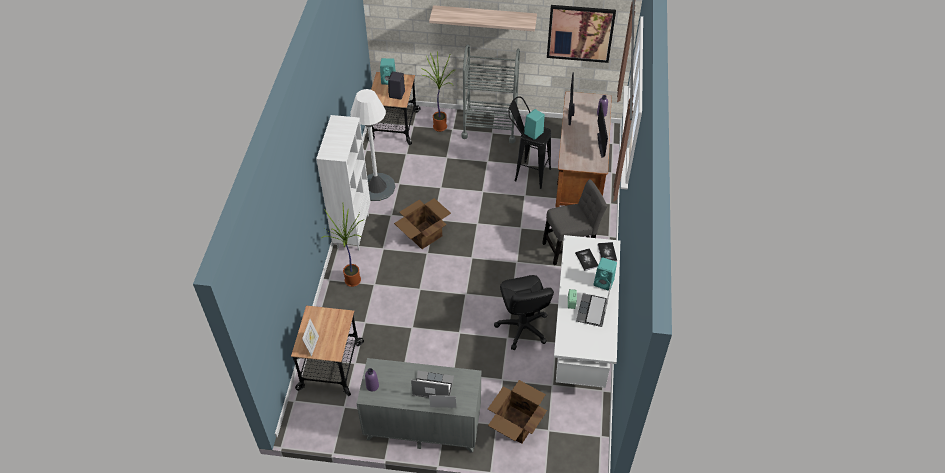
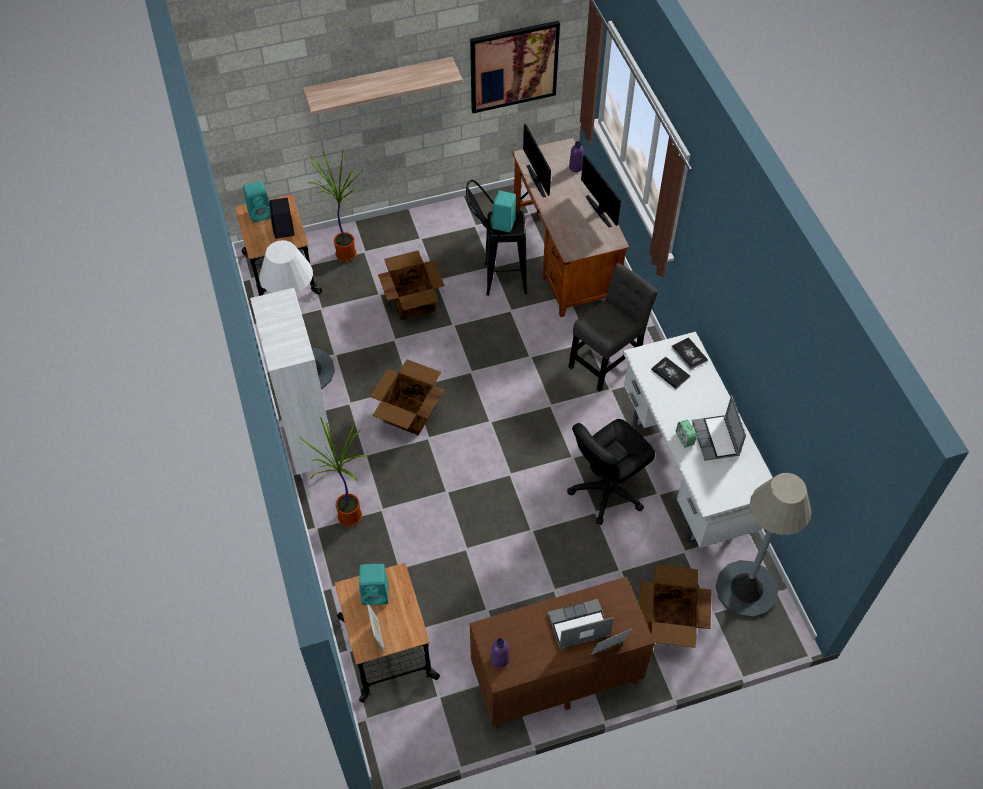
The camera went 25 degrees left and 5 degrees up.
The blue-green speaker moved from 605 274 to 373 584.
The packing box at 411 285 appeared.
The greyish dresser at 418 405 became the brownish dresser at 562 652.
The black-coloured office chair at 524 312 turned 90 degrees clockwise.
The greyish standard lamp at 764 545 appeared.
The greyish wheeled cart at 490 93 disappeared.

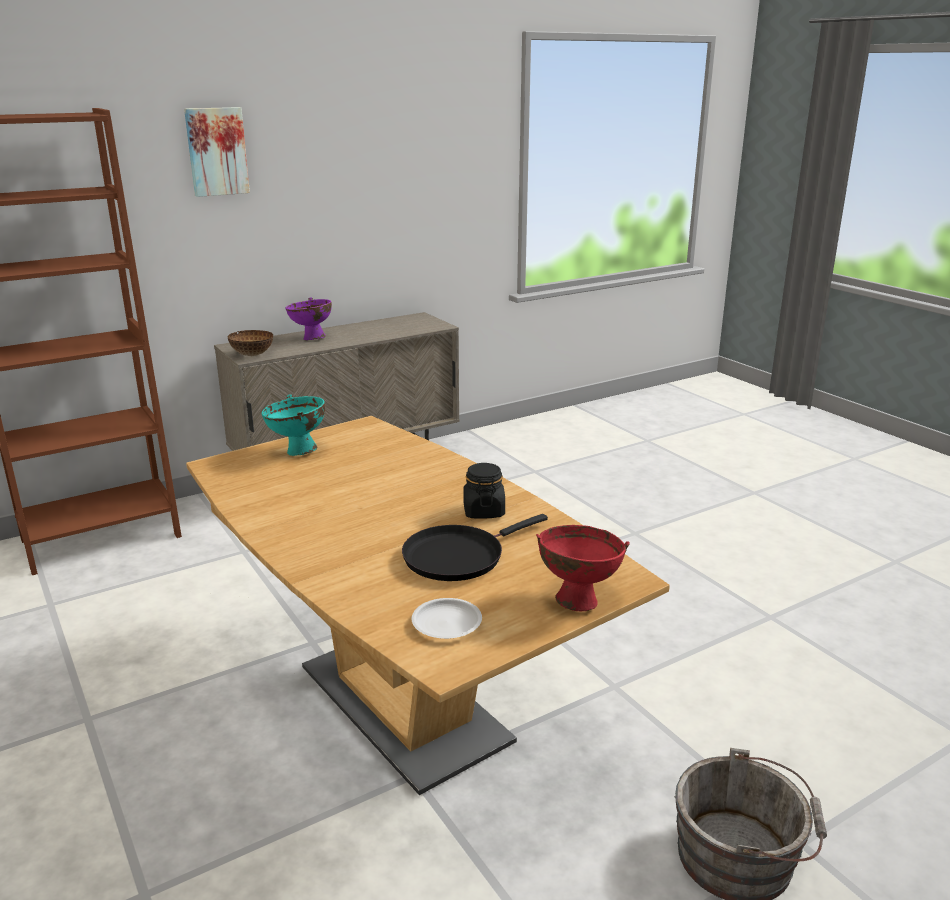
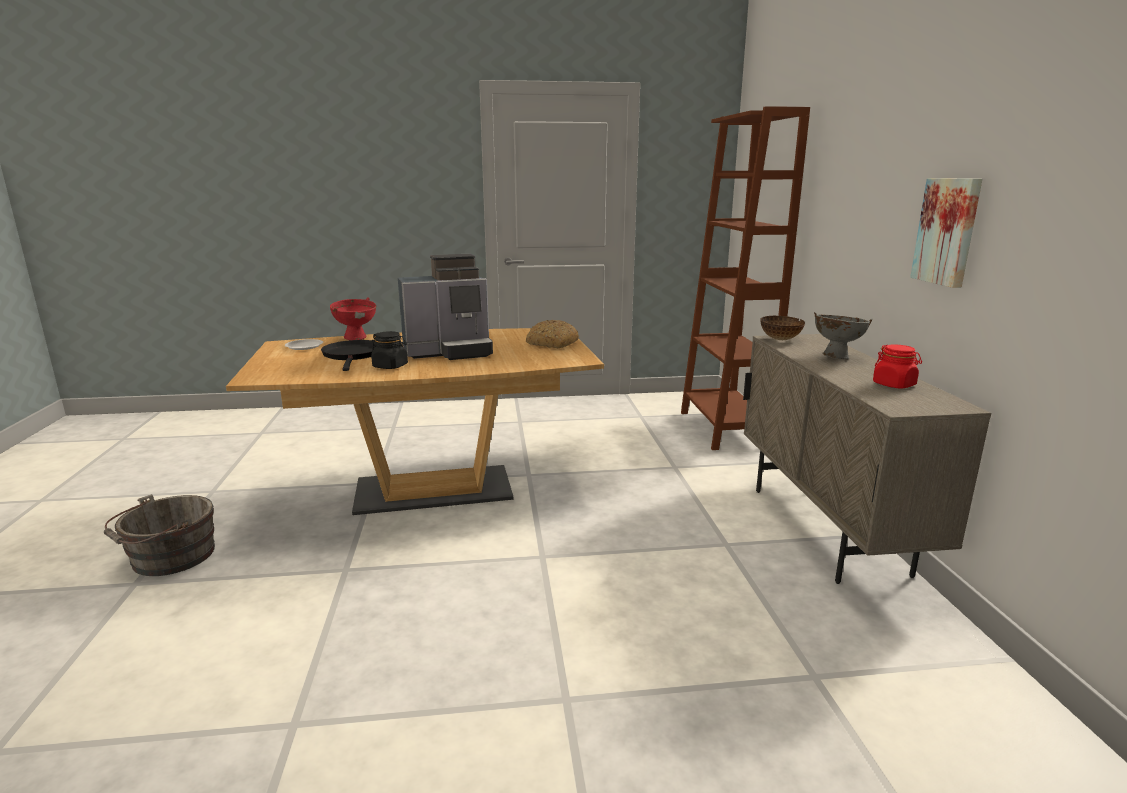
The camera went 115 degrees right and 5 degrees down.
The red-coloured bowl moved from 583 568 to 353 318.
The coffee maker at 445 307 appeared.
The blue-green bowl at 293 425 was replaced by the bakery bread at 552 334.
The purplish bowl at 308 318 became the greyish bowl at 843 335.
The red-coloured jar at 897 366 appeared.
The wall picture moved from 217 152 to 946 233.

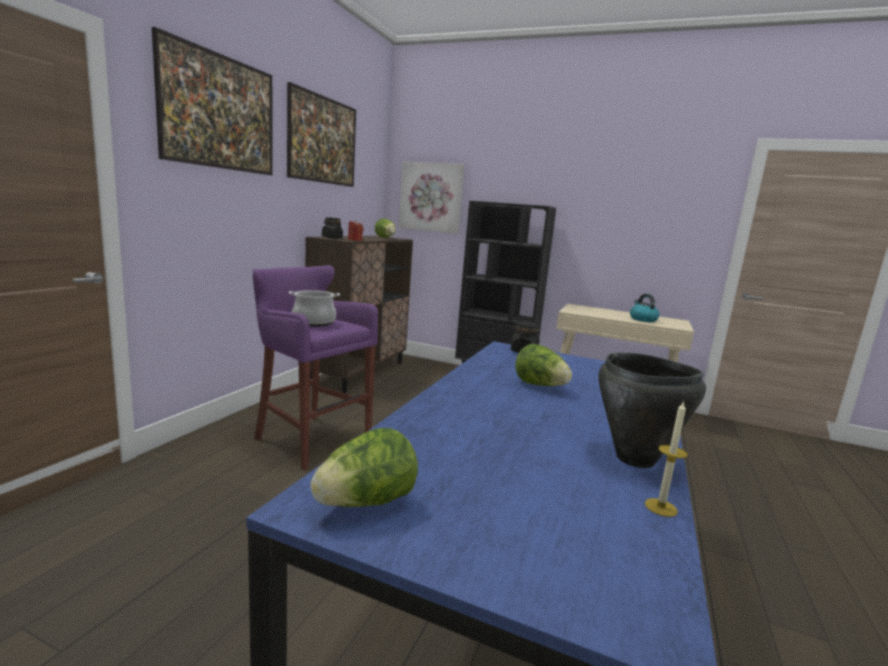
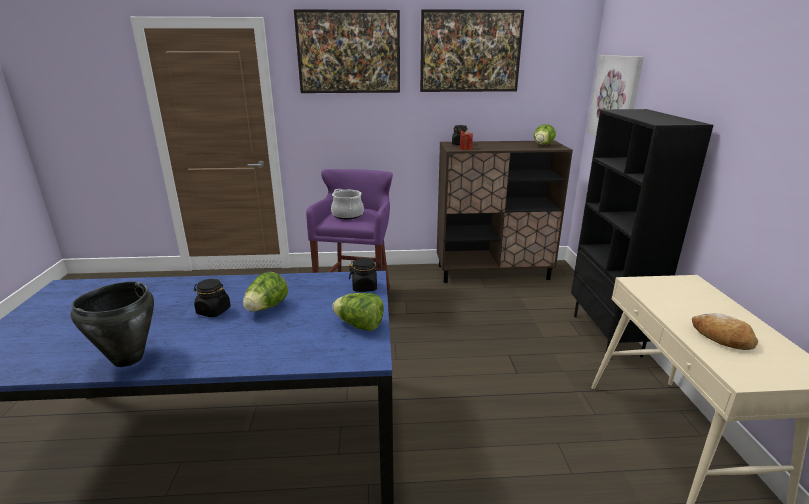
The camera went 65 degrees right and 10 degrees up.
The black-coloured jar at 212 298 appeared.
The lettuce moved from 364 467 to 358 312.
The water kettle at 645 308 was replaced by the bakery bread at 725 331.
The candle at 666 459 disappeared.

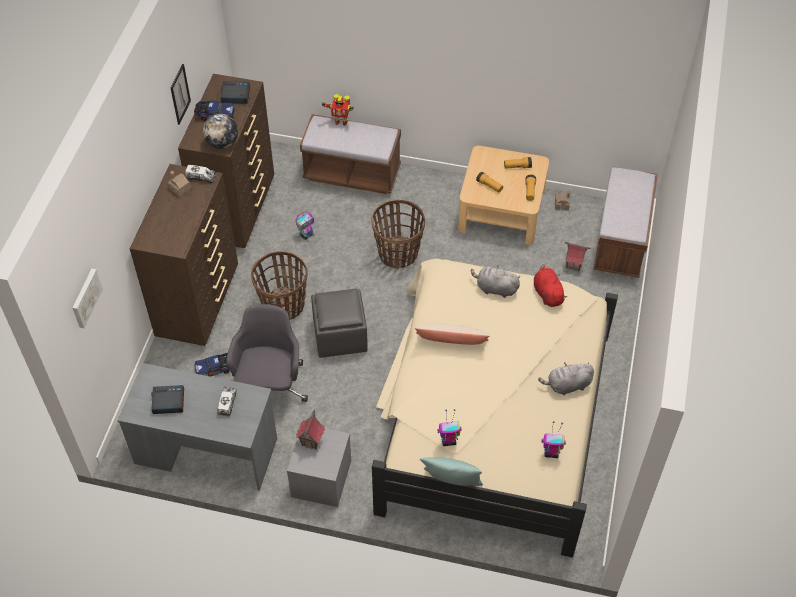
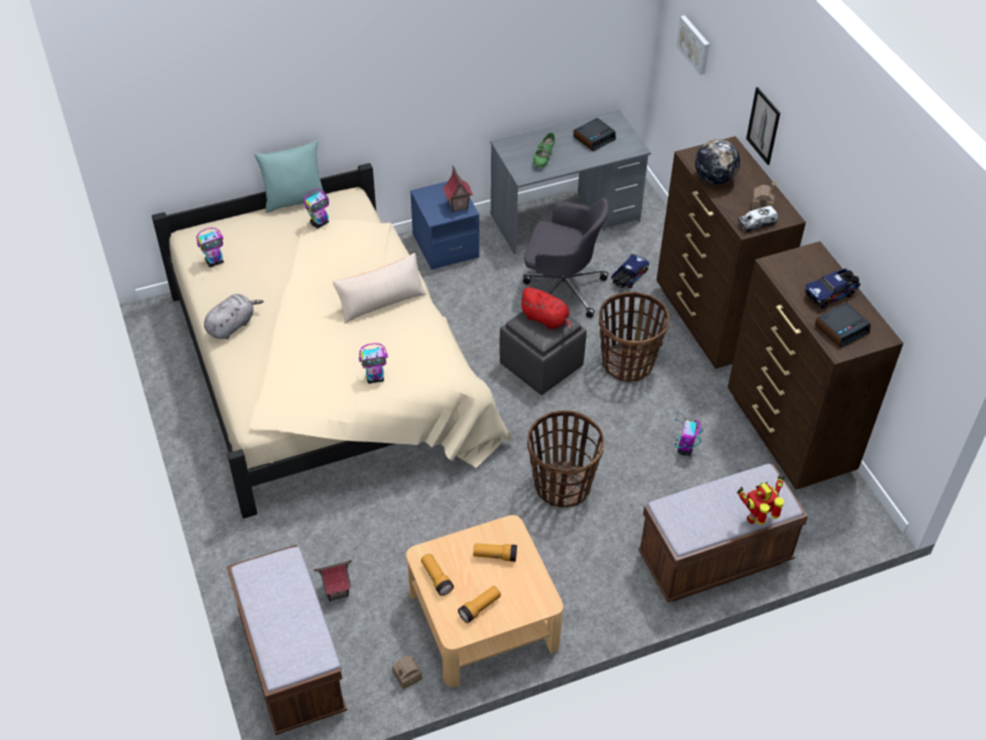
The camera went 145 degrees right and 5 degrees down.
The greyish soft toy at 495 281 was replaced by the model robot at 373 363.
The greyish night table at 319 467 became the blue night table at 444 225.
The red-coloured soft toy moved from 550 285 to 545 309.
The greyish office chair at 267 353 turned 45 degrees counterclockwise.
The toy lorry at 227 401 was replaced by the green item of footwear at 544 150.
The world globe moved from 220 131 to 717 162.
The wall picture moved from 181 94 to 763 126.

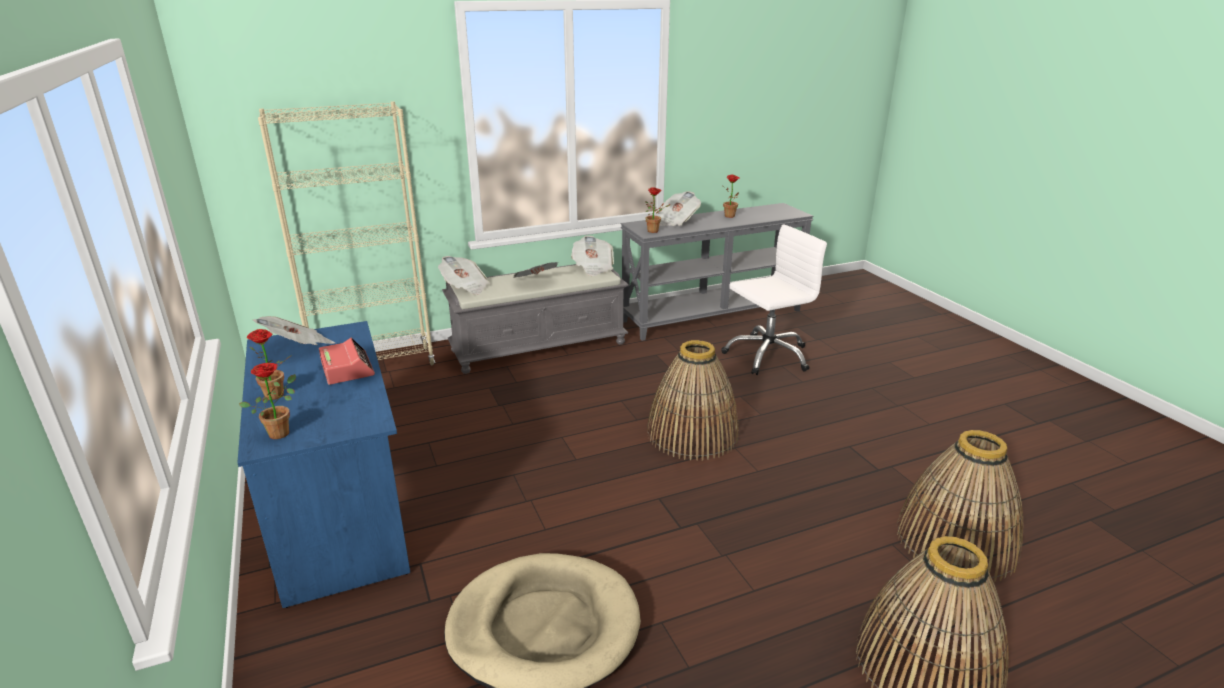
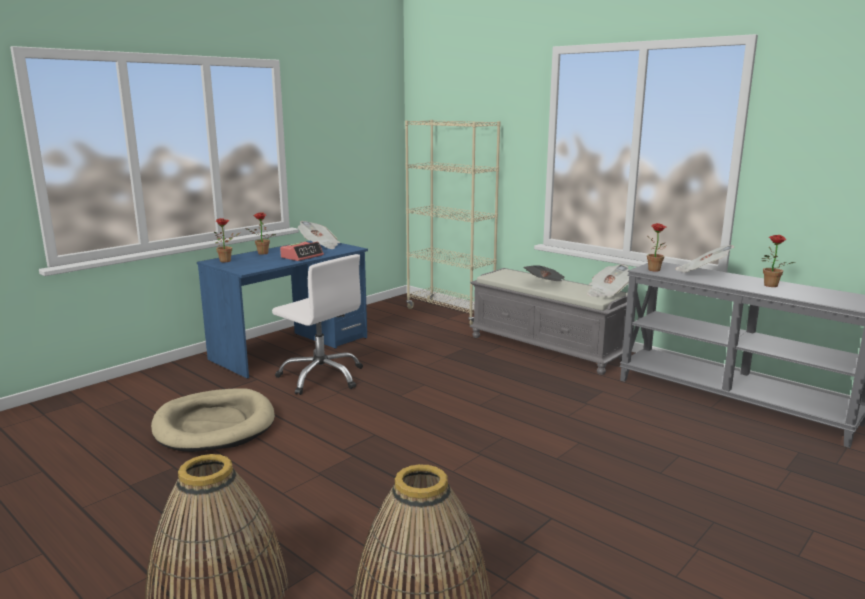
The camera went 65 degrees right and 10 degrees down.
The whitish office chair moved from 774 299 to 317 324.
The printed paper at 464 275 disappeared.
The household basket at 693 400 disappeared.

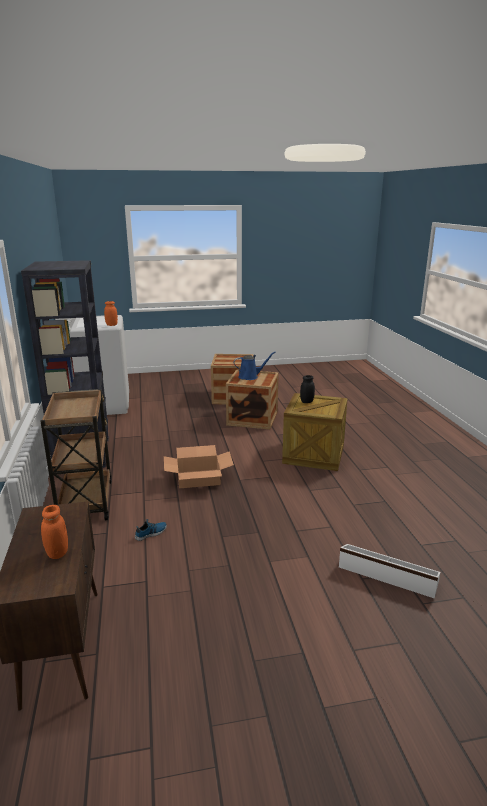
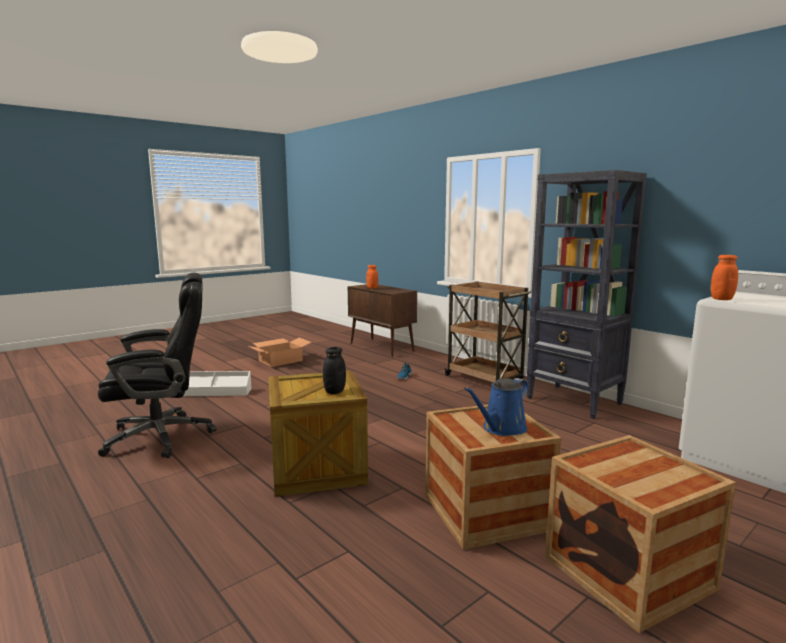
The camera went 150 degrees right and 10 degrees down.
The black-coloured office chair at 157 365 appeared.
The packing box moved from 199 466 to 279 352.

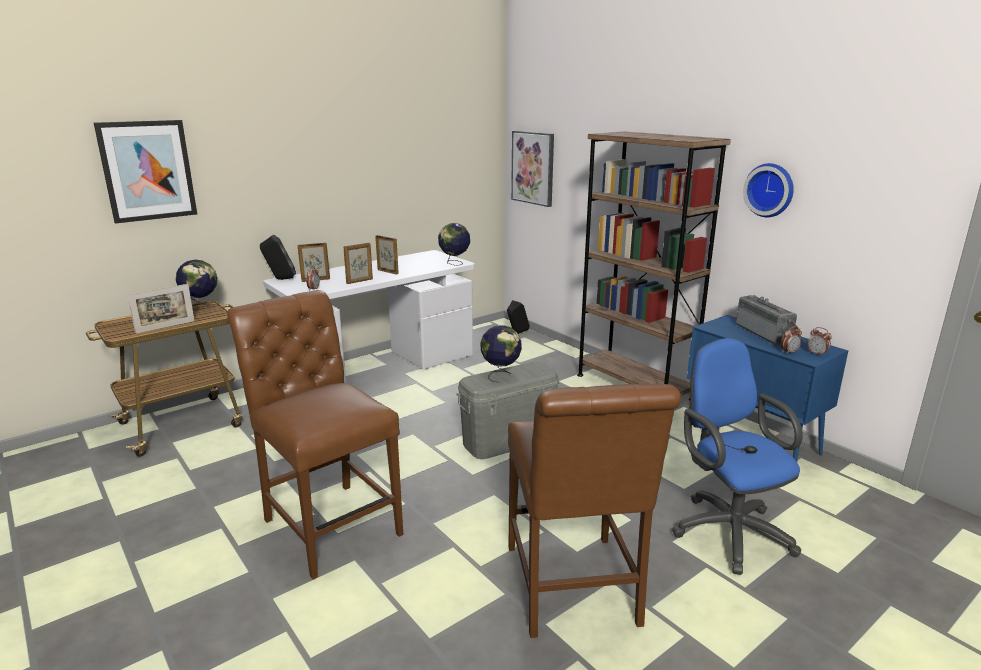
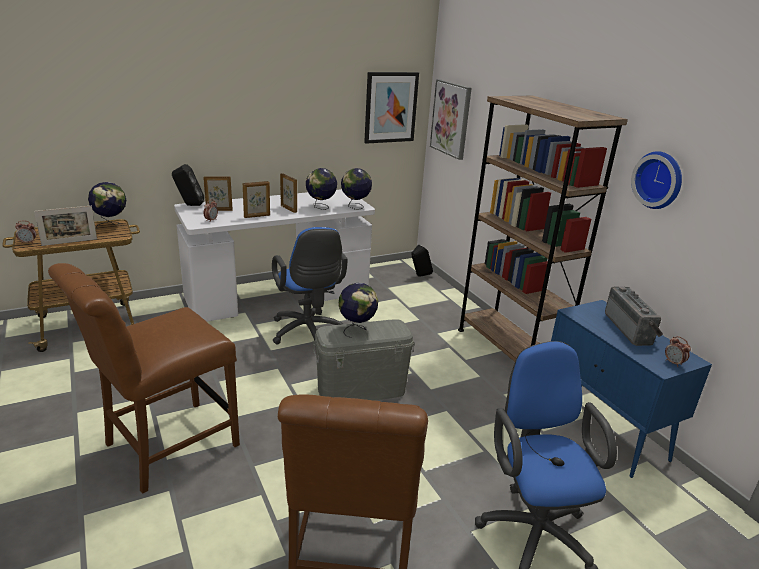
The camera went 10 degrees right and 5 degrees up.
The bedside clock moved from 791 339 to 25 232.
The brownish upright chair at 315 434 turned 105 degrees counterclockwise.
The blue office chair at 310 287 appeared.
The world globe at 321 189 appeared.
The wall picture moved from 145 172 to 391 108.

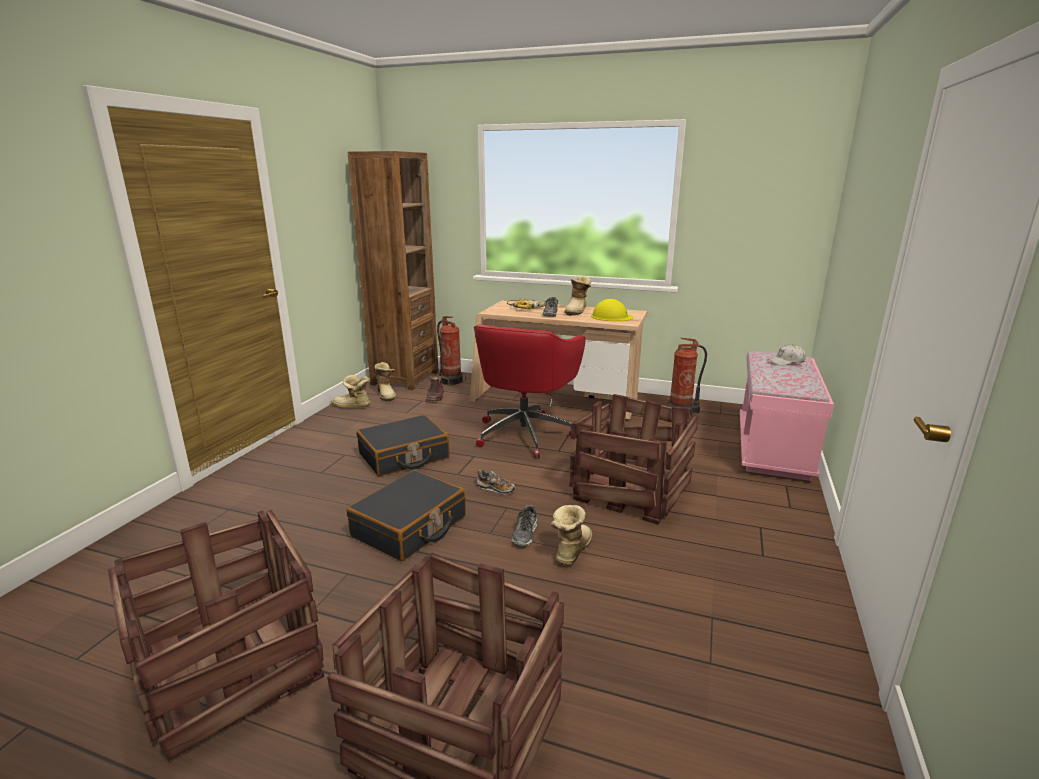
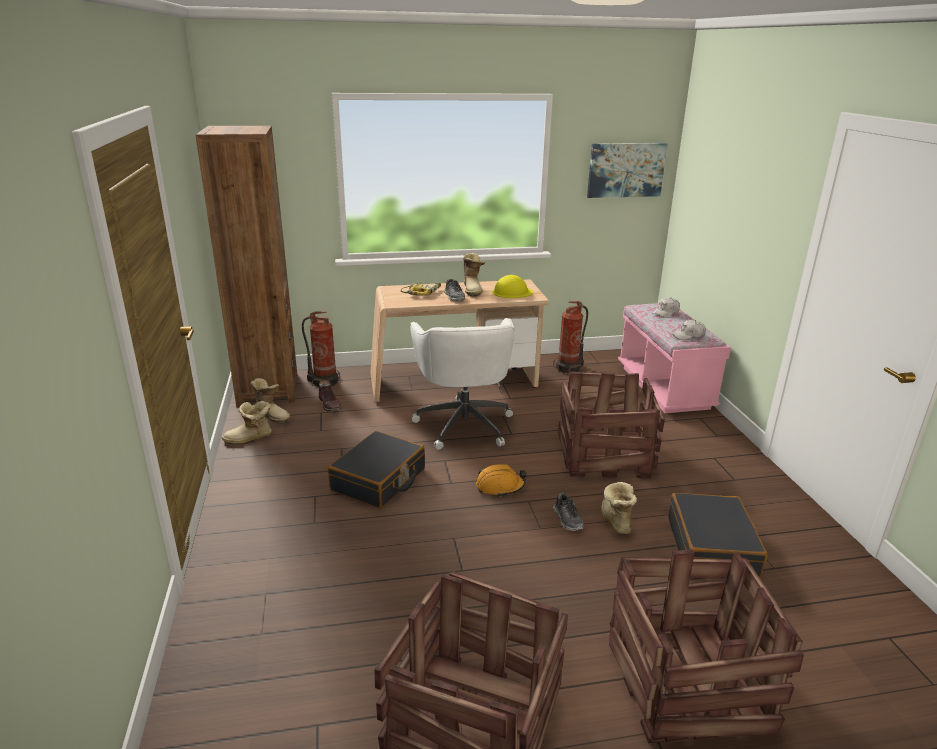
The camera went 30 degrees left and 5 degrees up.
The red-coloured office chair at 529 391 became the whitish office chair at 462 384.
The item of footwear at 496 482 was replaced by the orange work helmet at 501 480.
The wall picture at 627 170 appeared.
The black-coloured travel case moved from 406 515 to 717 535.
The whitish baseball cap at 688 330 appeared.

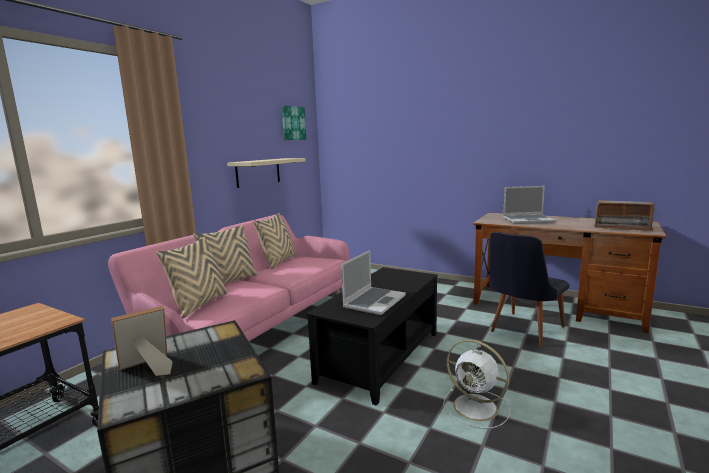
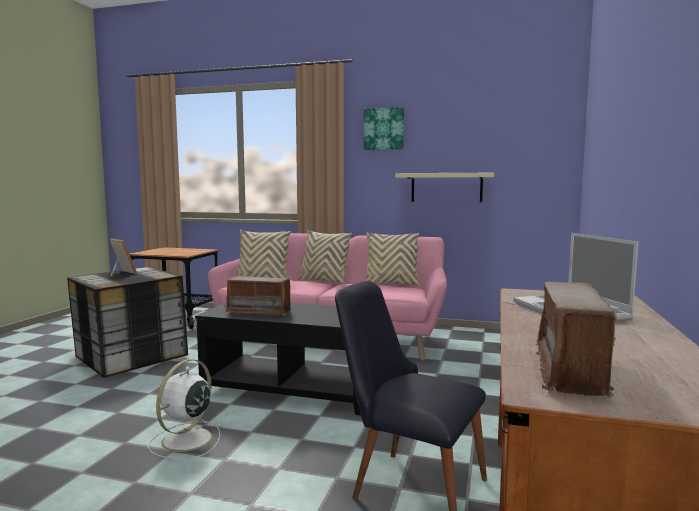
The camera went 75 degrees right and 5 degrees down.
The portable computer at 373 282 was replaced by the radio at 258 296.
The wall picture moved from 294 123 to 384 128.

